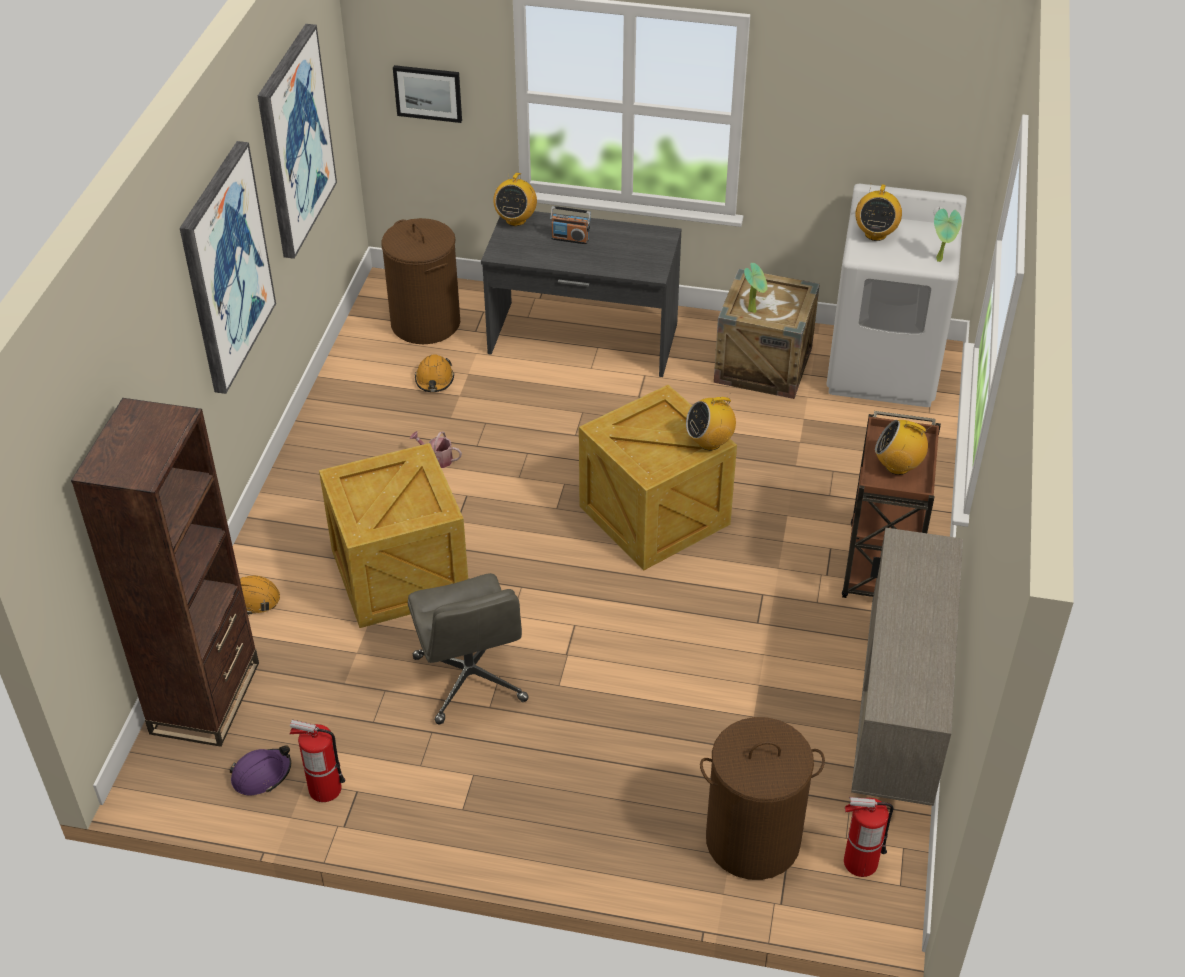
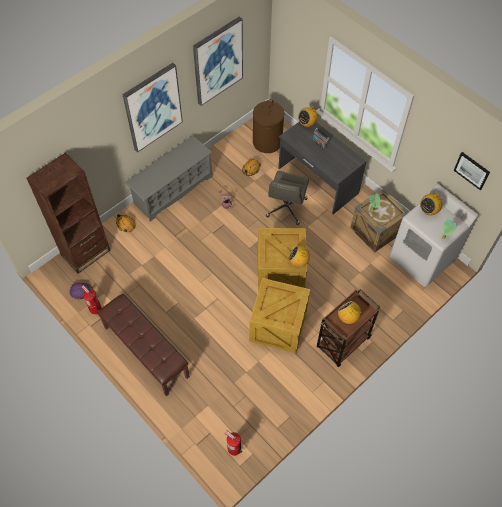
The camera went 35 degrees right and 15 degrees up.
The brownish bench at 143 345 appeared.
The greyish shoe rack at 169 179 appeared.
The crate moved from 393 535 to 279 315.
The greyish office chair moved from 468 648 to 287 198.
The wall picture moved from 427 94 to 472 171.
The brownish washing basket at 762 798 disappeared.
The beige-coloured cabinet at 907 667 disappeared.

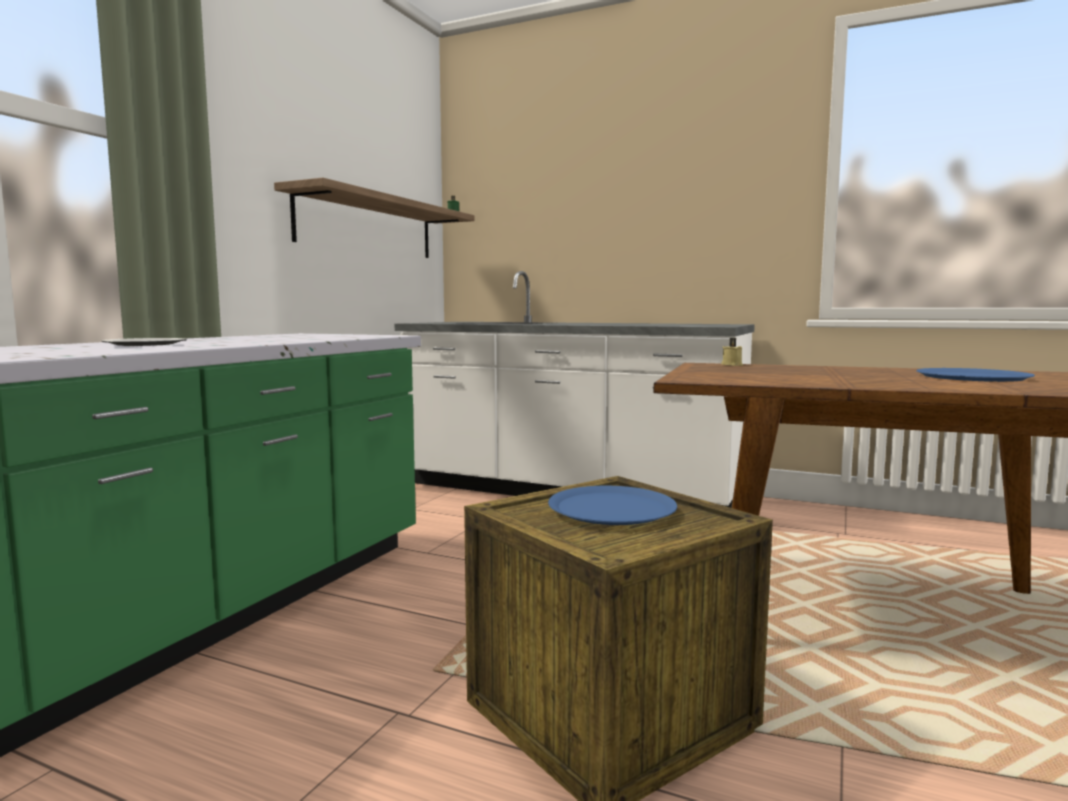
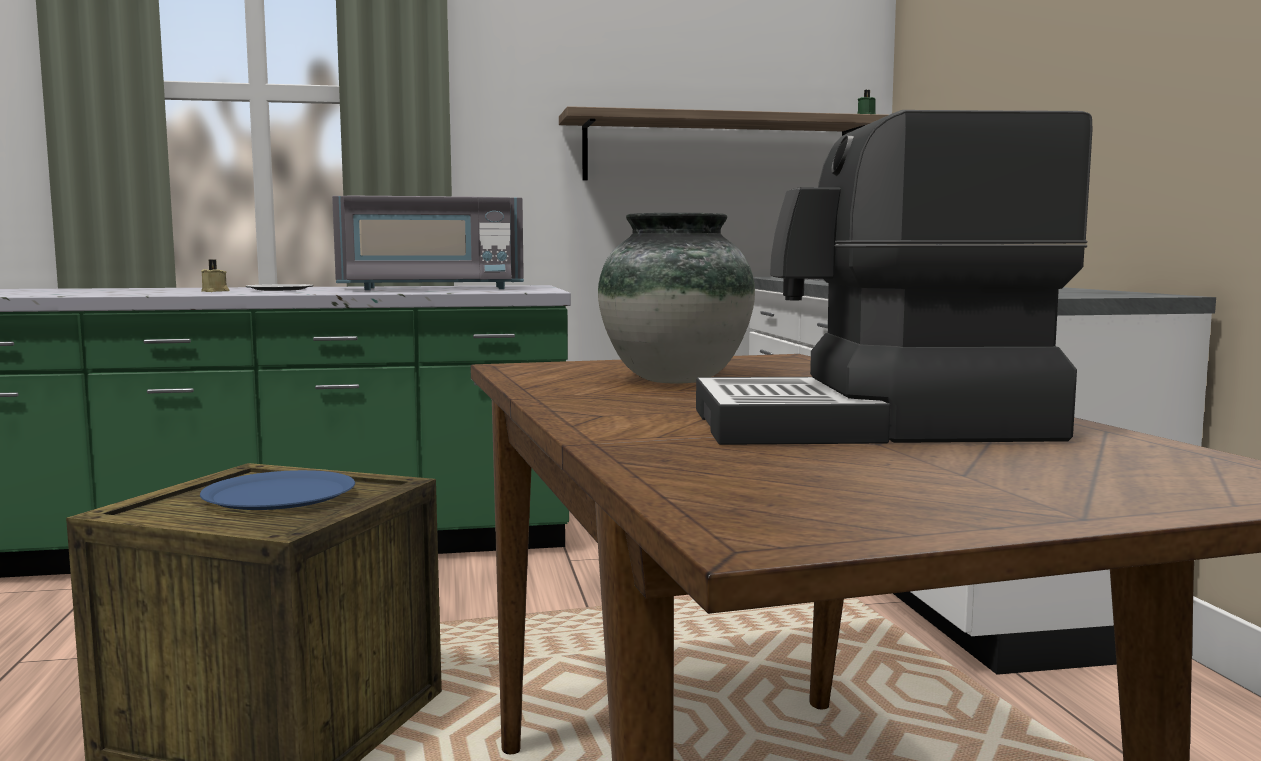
The camera went 55 degrees right and 0 degrees up.
The beige-coloured candle moved from 732 352 to 215 276.
The greyish microwave oven at 428 242 appeared.
The vase at 676 298 appeared.
The blue plate at 975 375 was replaced by the coffee maker at 894 277.

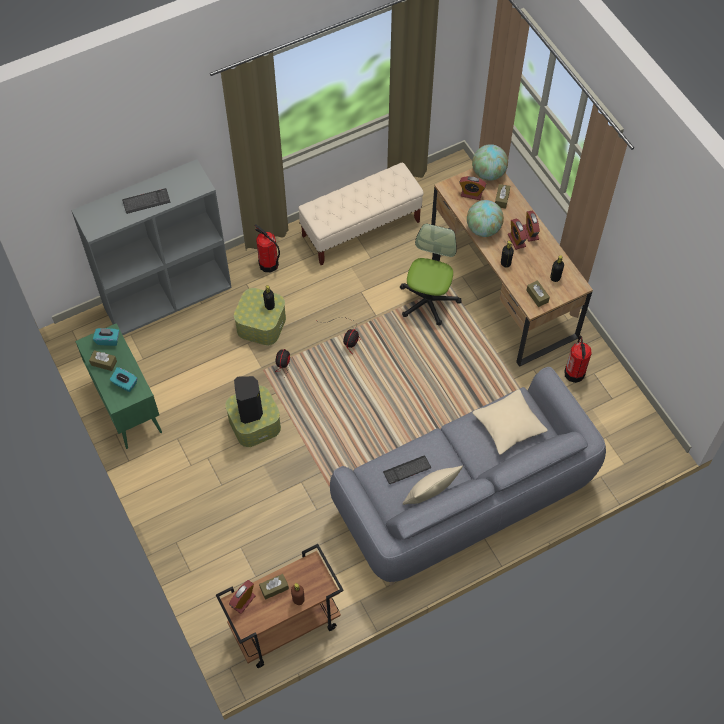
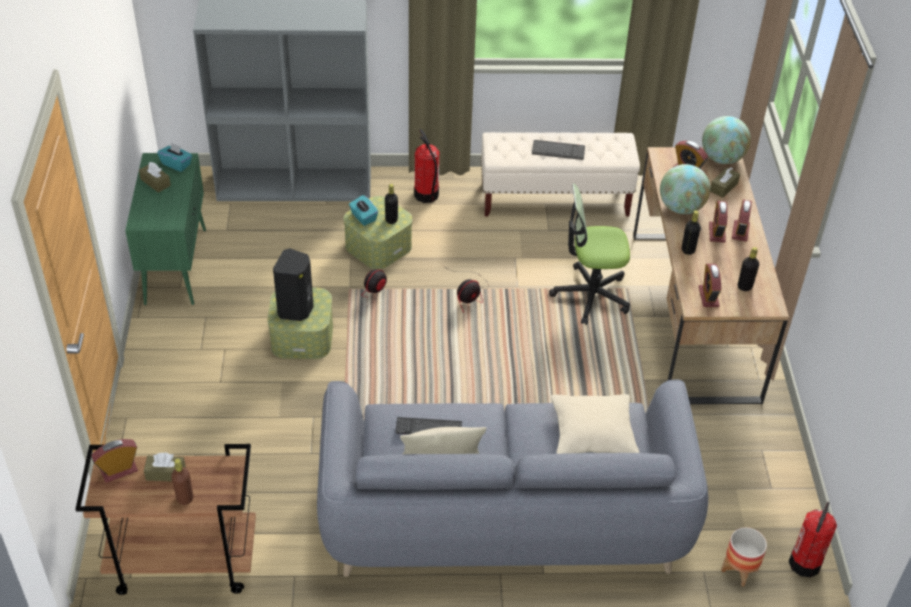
The camera went 25 degrees right and 15 degrees down.
The blue-green tissue box moved from 123 379 to 363 210.
The computer keyboard moved from 146 201 to 558 150.
The office chair at 431 274 turned 135 degrees counterclockwise.
The brownish tissue box at 538 293 was replaced by the bedside clock at 710 285.
The plant pot at 744 557 appeared.
The fire-fighting cylinder moved from 578 359 to 813 539.

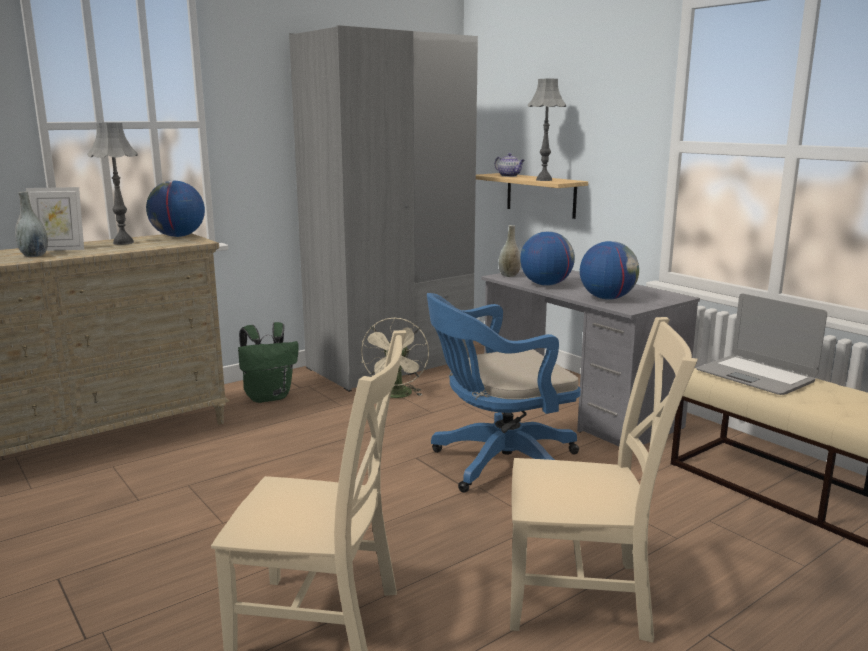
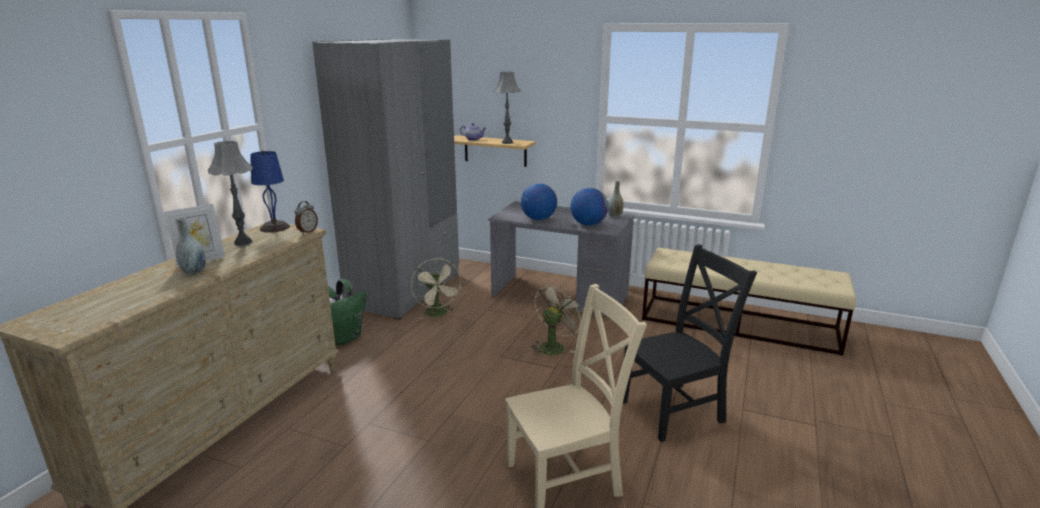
The camera went 30 degrees left and 5 degrees up.
The world globe at 175 209 was replaced by the blue tabletop lamp at 270 192.
The bedside clock at 306 217 appeared.
The blue office chair at 504 393 was replaced by the beige-coloured cooling fan at 557 319.
The greyish vase moved from 509 251 to 616 199.
The beige-coloured upright chair at 604 480 became the black-coloured upright chair at 690 343.
The portable computer at 761 344 disappeared.

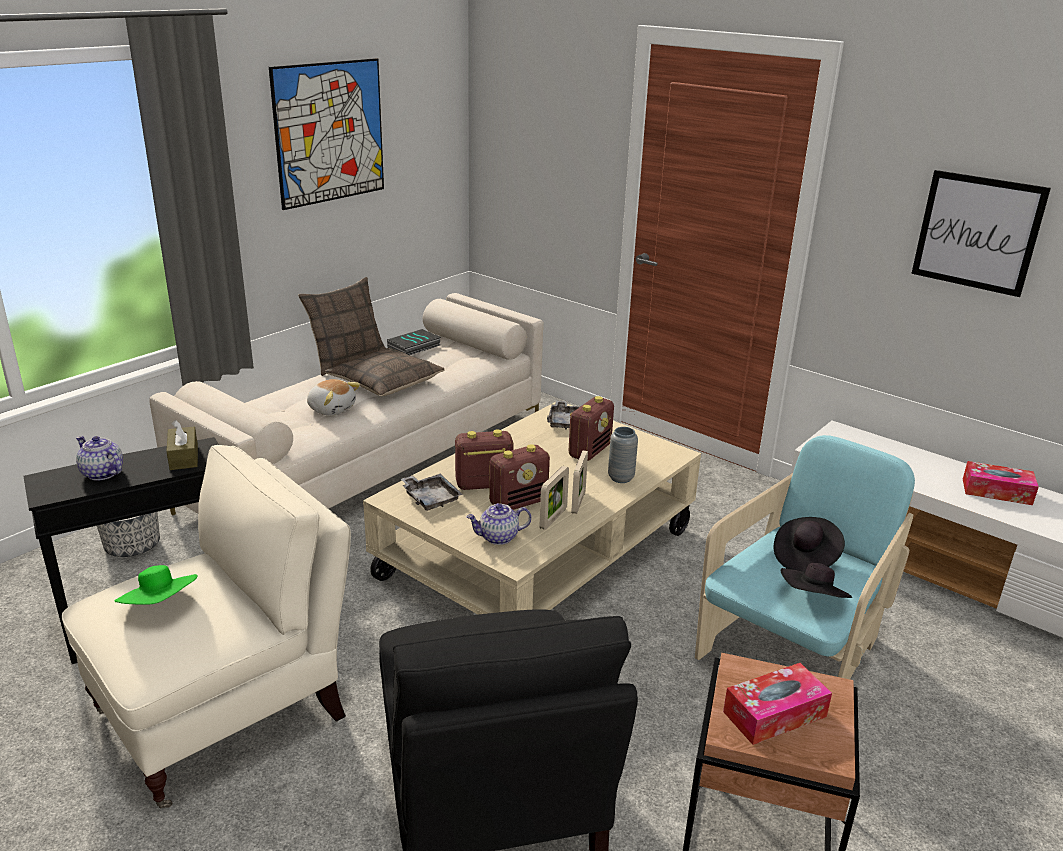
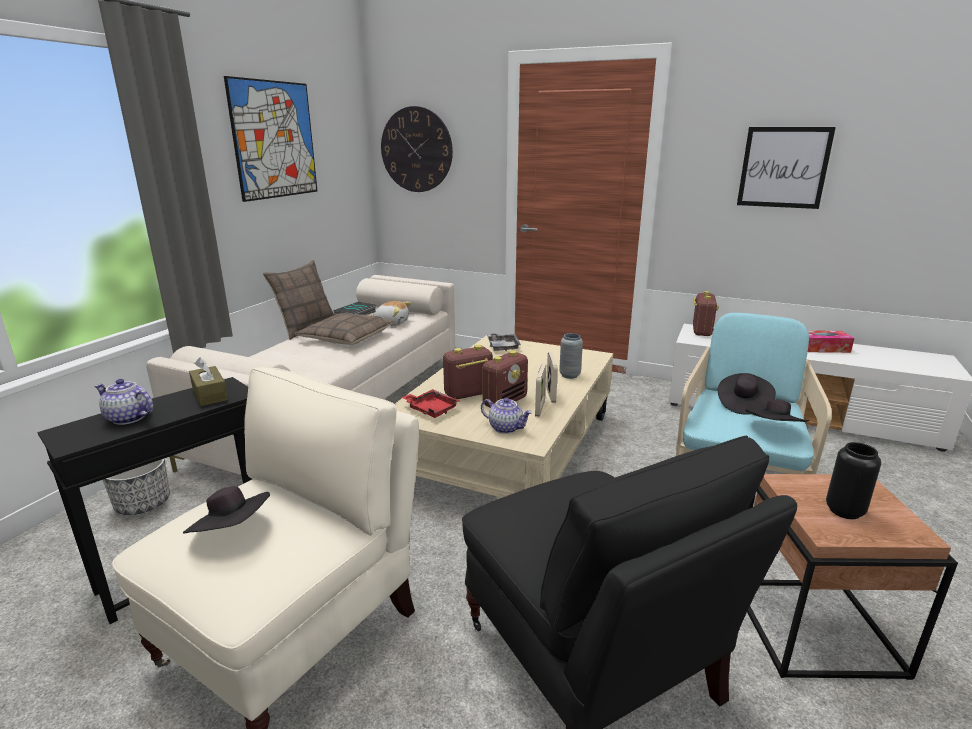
The camera went 15 degrees left and 5 degrees down.
The green wearable hat at 156 585 became the black-coloured wearable hat at 226 510.
The soft toy moved from 333 397 to 392 313.
The wall clock at 417 149 appeared.
The greyish serving tray at 432 492 became the red-coloured serving tray at 430 403.
The pot for tea at 498 524 turned 120 degrees counterclockwise.
The radio moved from 591 428 to 706 313.
The tissue box at 777 704 was replaced by the black-coloured vase at 853 480.

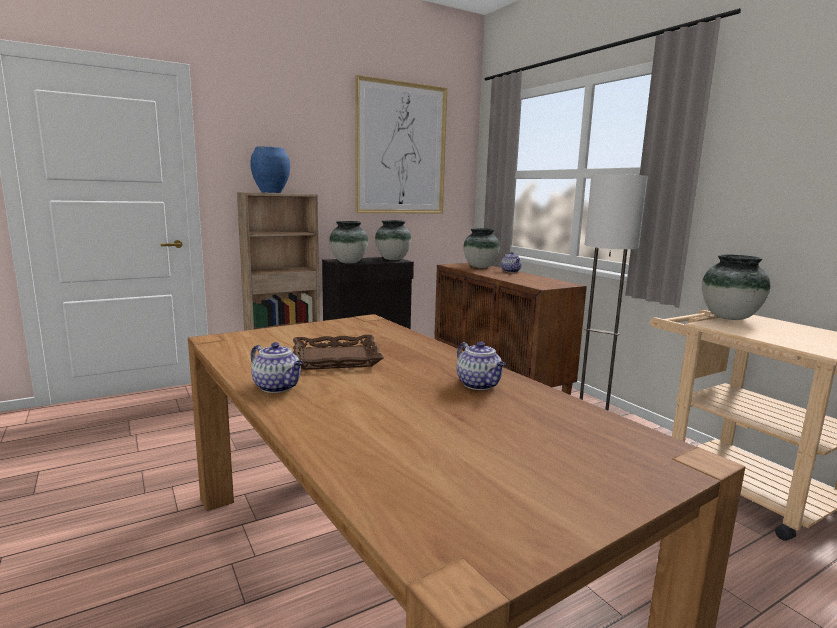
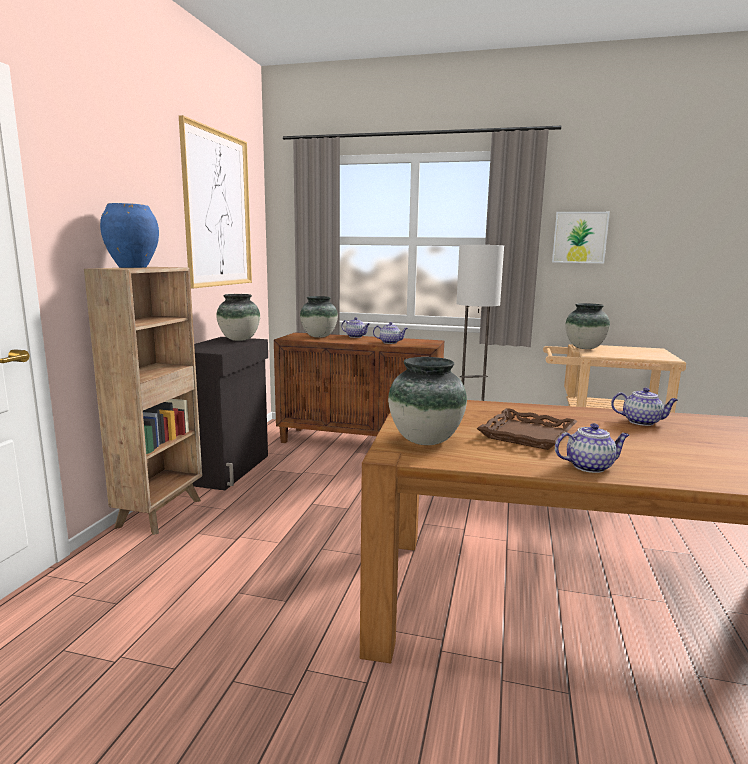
The camera went 45 degrees left and 0 degrees up.
The pot for tea at 390 333 appeared.
The vase moved from 348 242 to 427 401.
The wall picture at 581 237 appeared.

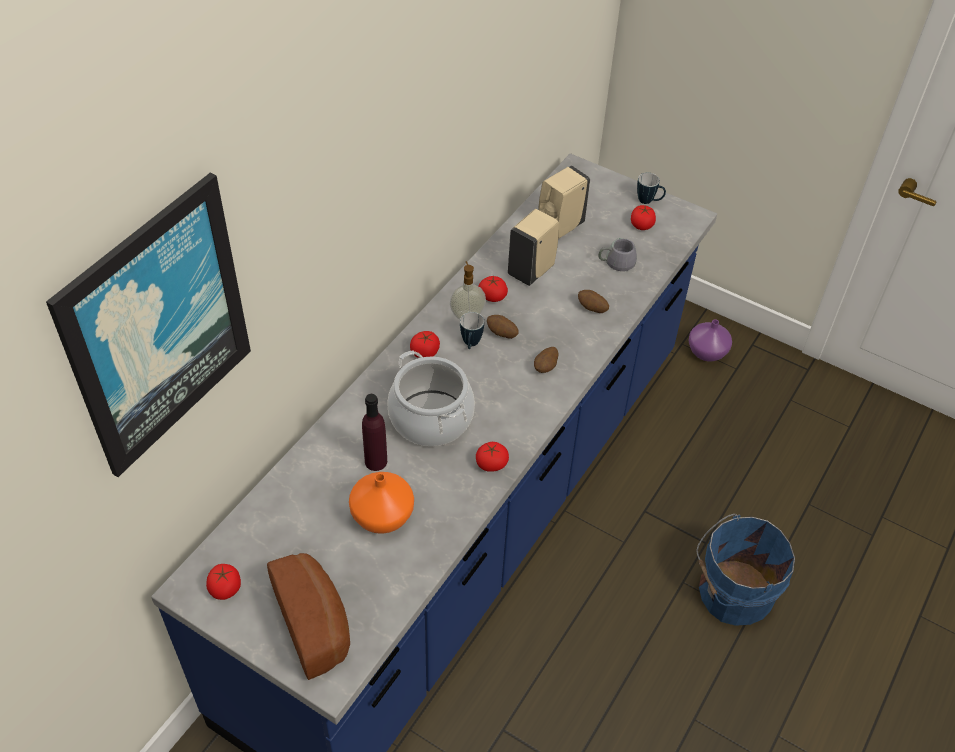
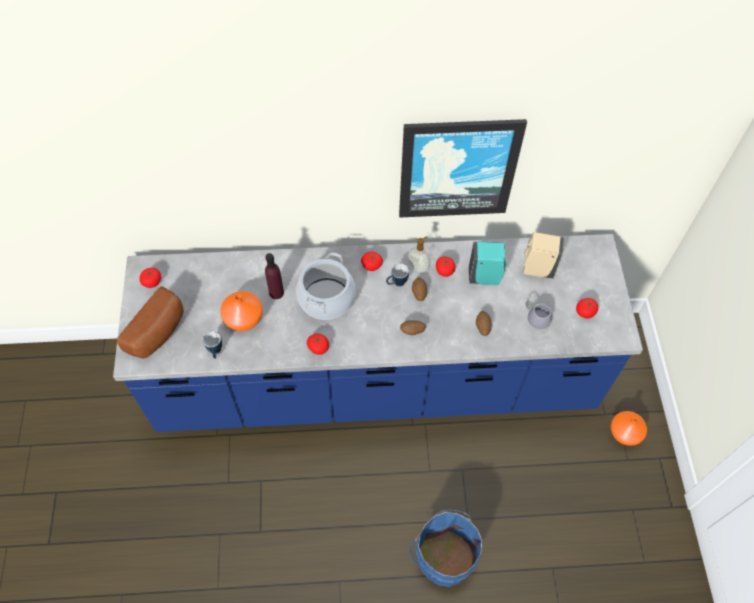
The camera went 55 degrees right and 10 degrees up.
The tea mug moved from 651 188 to 212 345.
The wall picture moved from 148 324 to 463 168.
The beige-coloured soap bottle at 533 247 became the blue-green soap bottle at 487 263.
The purplish vase at 710 340 became the orange vase at 629 428.

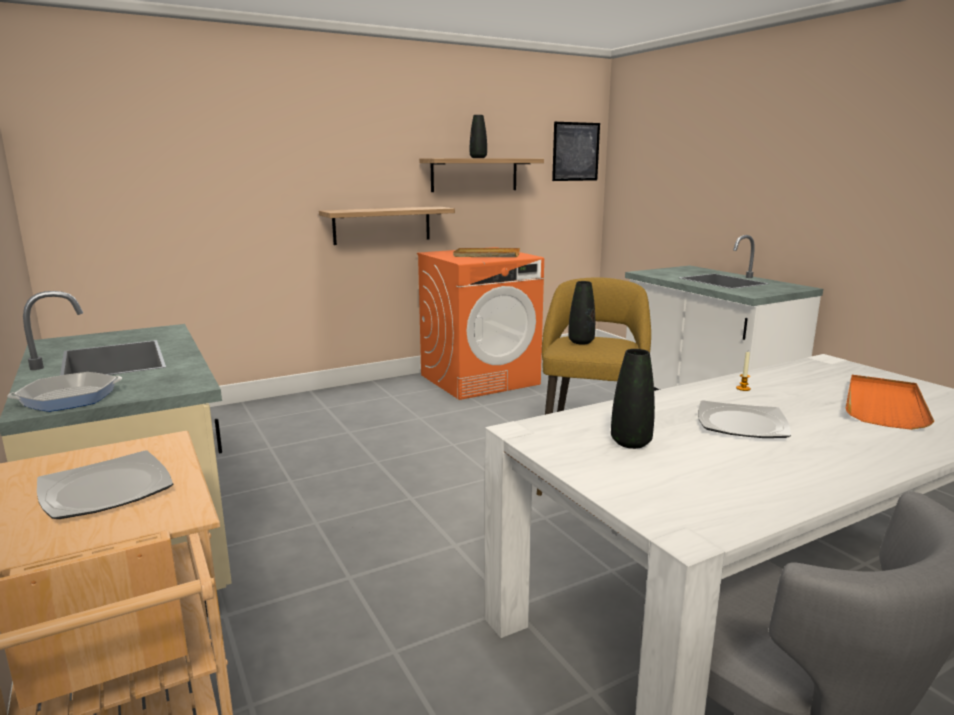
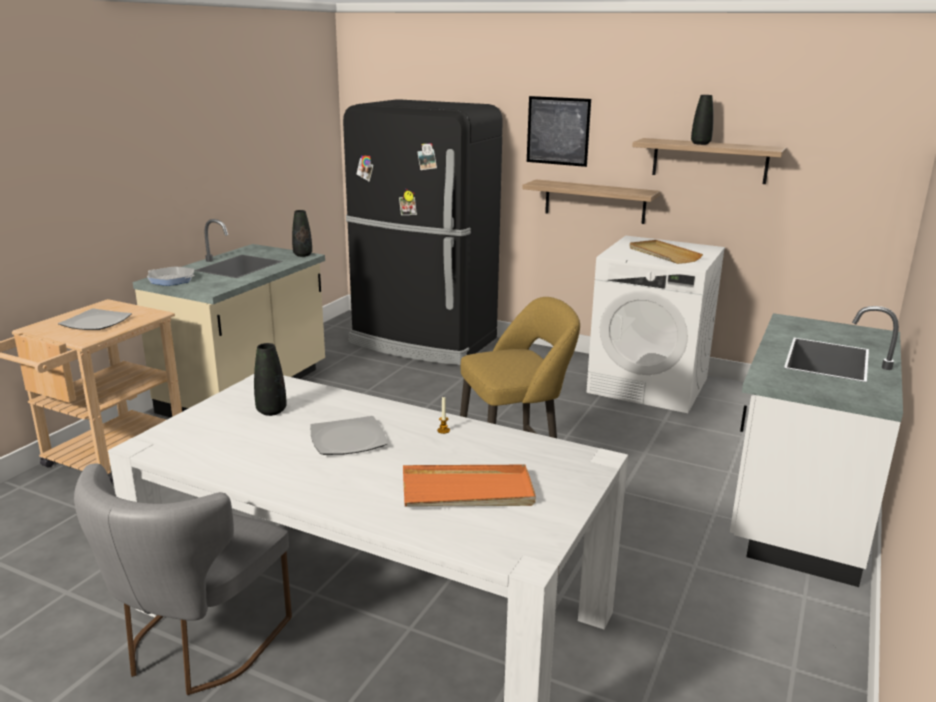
The camera went 55 degrees right and 5 degrees up.
The black-coloured vase moved from 581 313 to 302 233.
The black-coloured kitchen fridge at 423 232 appeared.
The wall picture moved from 576 151 to 559 131.
The orange laundry machine at 480 323 became the whitish laundry machine at 655 324.

